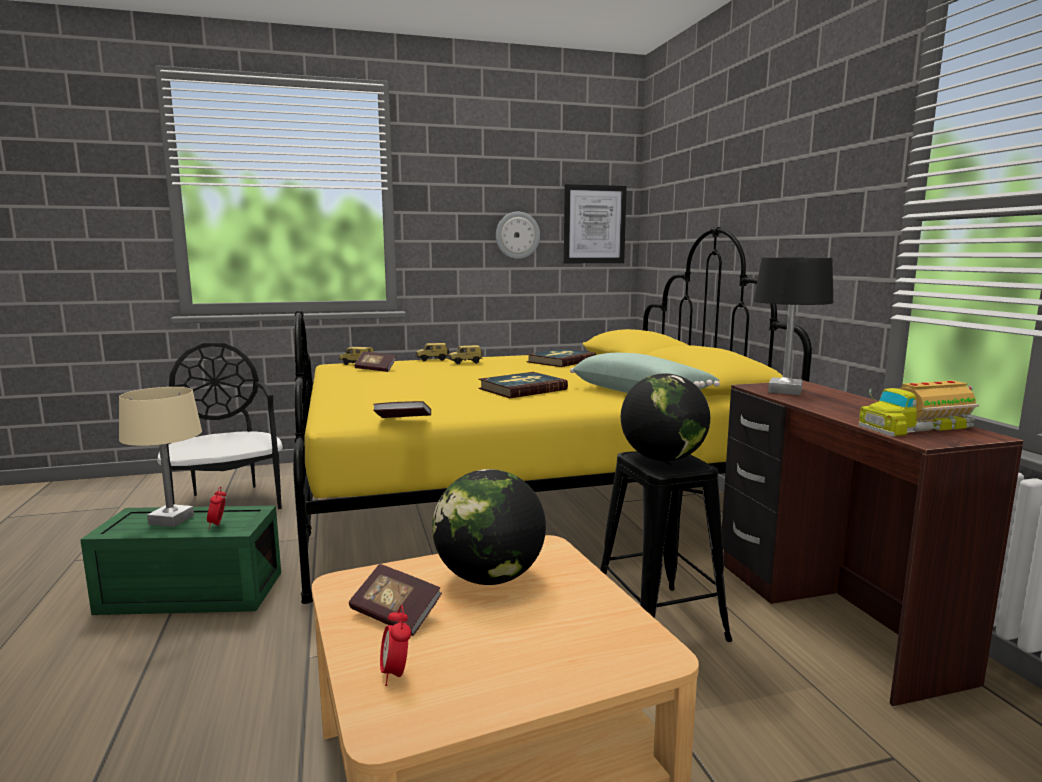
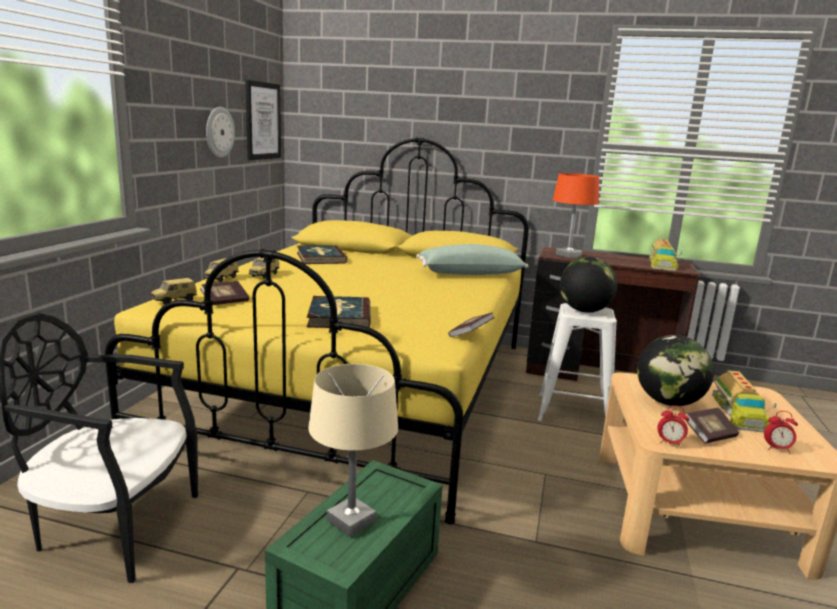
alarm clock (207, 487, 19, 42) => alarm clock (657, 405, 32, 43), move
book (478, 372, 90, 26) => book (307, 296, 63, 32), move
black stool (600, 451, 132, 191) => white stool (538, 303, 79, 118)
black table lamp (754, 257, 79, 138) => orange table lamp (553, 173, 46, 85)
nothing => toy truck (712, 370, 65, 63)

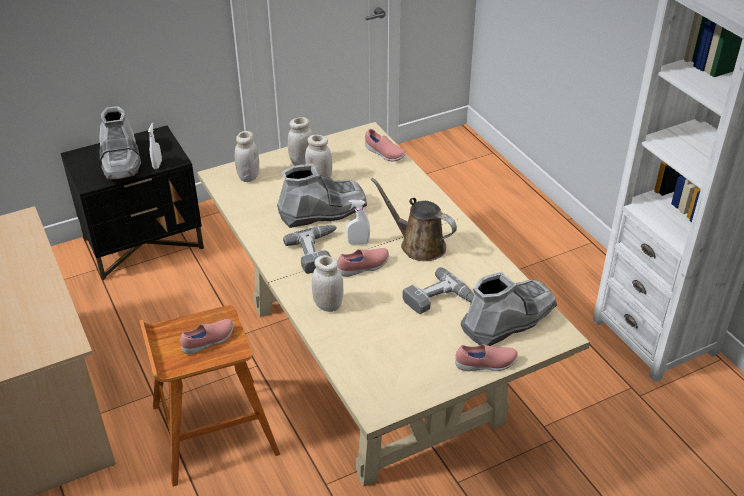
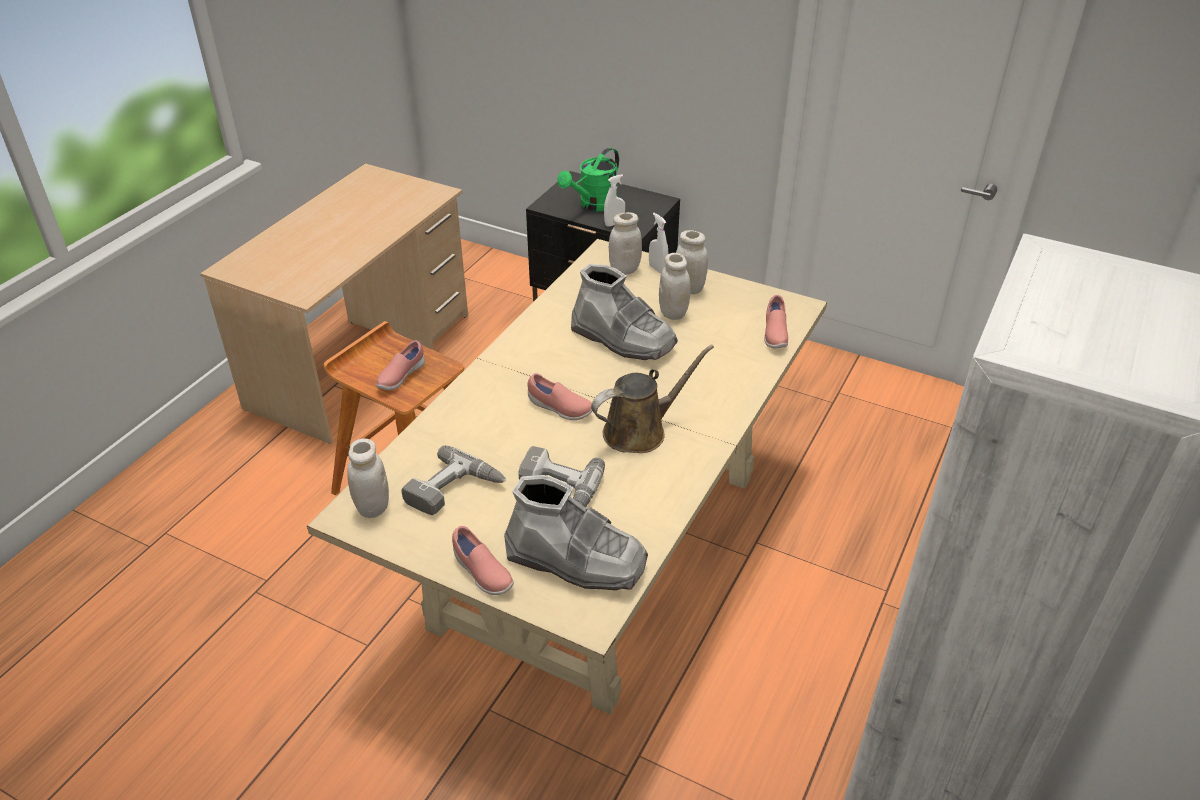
grey boot (99, 106, 42, 74) => green watering can (557, 148, 62, 63)
pink shoe (180, 319, 54, 35) => pink shoe (376, 340, 49, 50), 105 degrees clockwise
power drill (283, 225, 54, 49) => power drill (401, 445, 105, 70), move
white jar (312, 255, 32, 57) => white jar (347, 438, 42, 80), move
white spray bottle (346, 200, 24, 44) => white spray bottle (649, 213, 19, 61), move
brown watering can (371, 177, 86, 84) => brown watering can (591, 345, 123, 108), 60 degrees clockwise

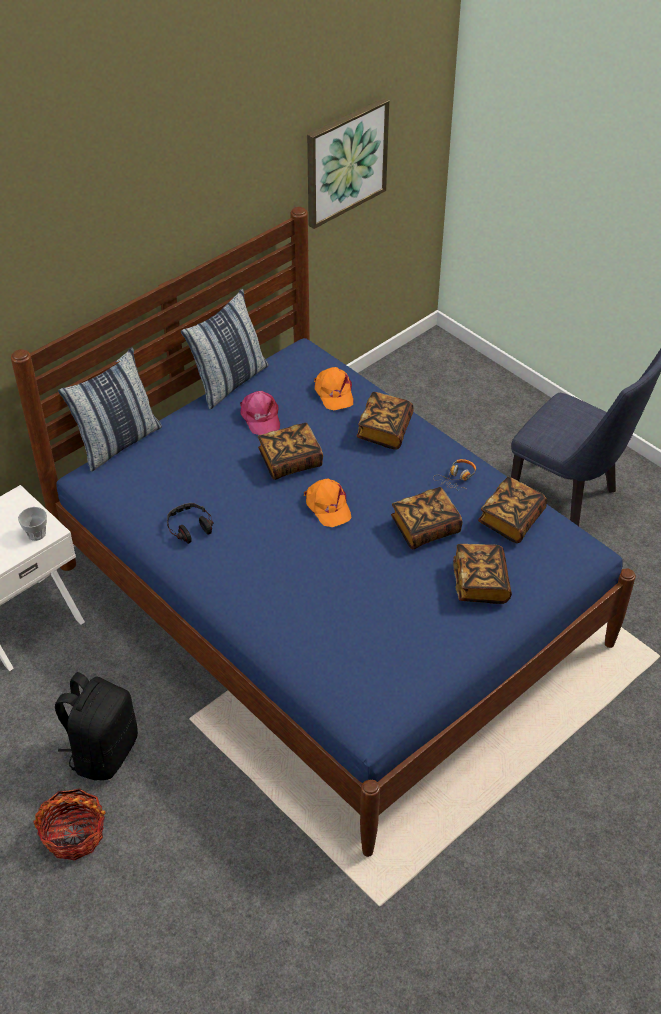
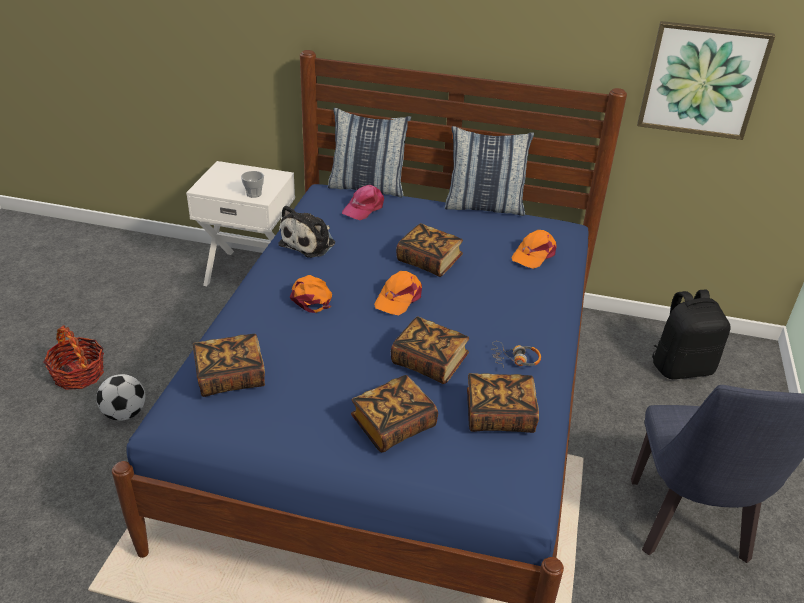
black backpack (55, 672, 83, 108) => black backpack (652, 289, 79, 90), move
headphones (167, 503, 47, 41) => plush toy (278, 205, 57, 53)
pink cap (240, 391, 40, 44) => pink cap (342, 185, 42, 35), move
book (357, 392, 56, 58) => book (193, 334, 72, 63), move
nothing => football (96, 374, 49, 47)
nothing => orange cap (290, 275, 42, 38)

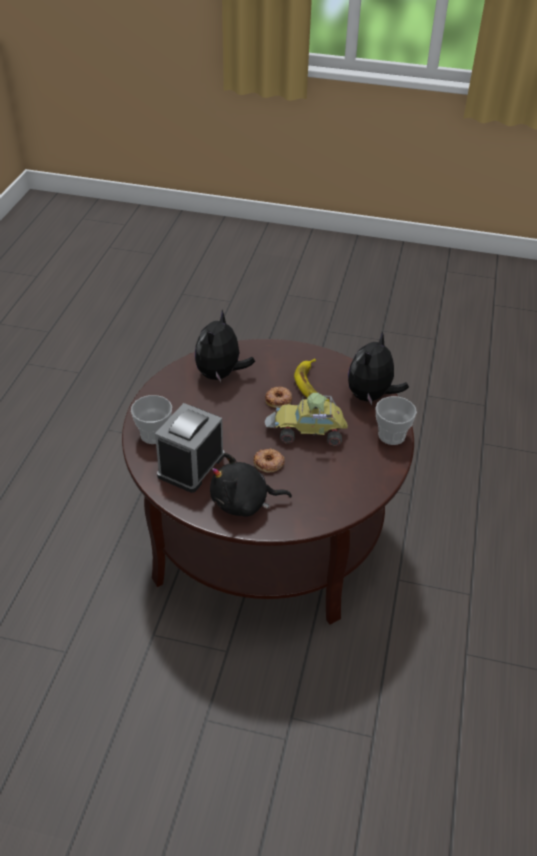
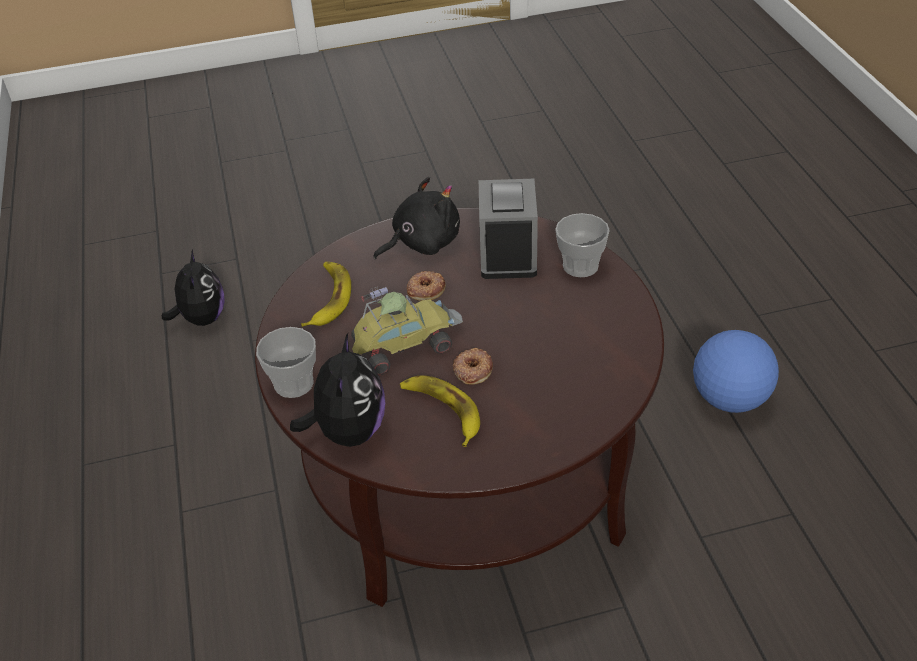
plush toy (195, 310, 60, 72) => plush toy (162, 249, 63, 77), move
nothing => banana (301, 262, 50, 65)
nothing => football (693, 330, 86, 83)

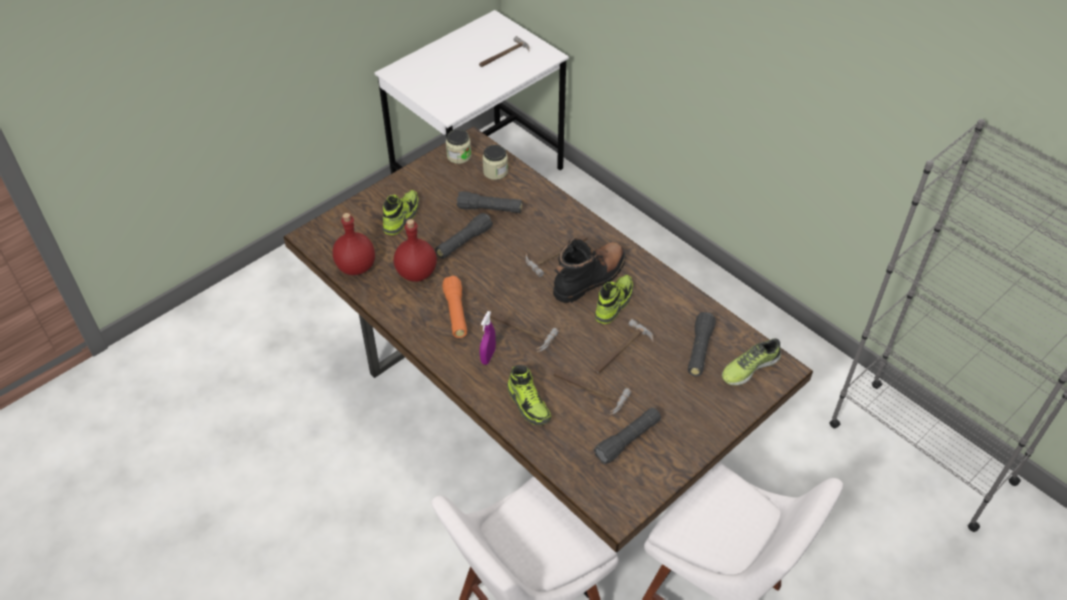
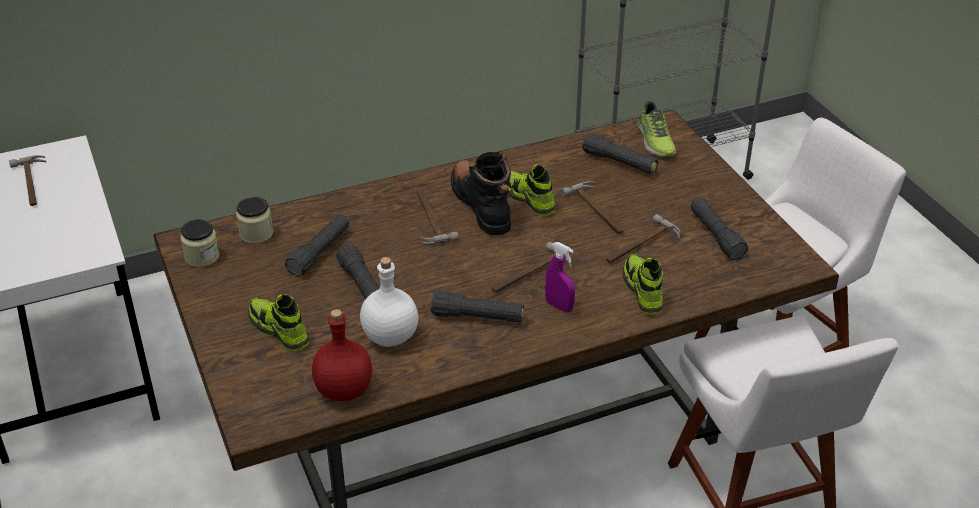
red bottle (394, 219, 43, 63) => white bottle (360, 257, 59, 90)
orange flashlight (442, 276, 25, 62) => black flashlight (431, 291, 93, 32)
shoe (507, 365, 45, 60) => shoe (623, 254, 40, 61), 90 degrees counterclockwise

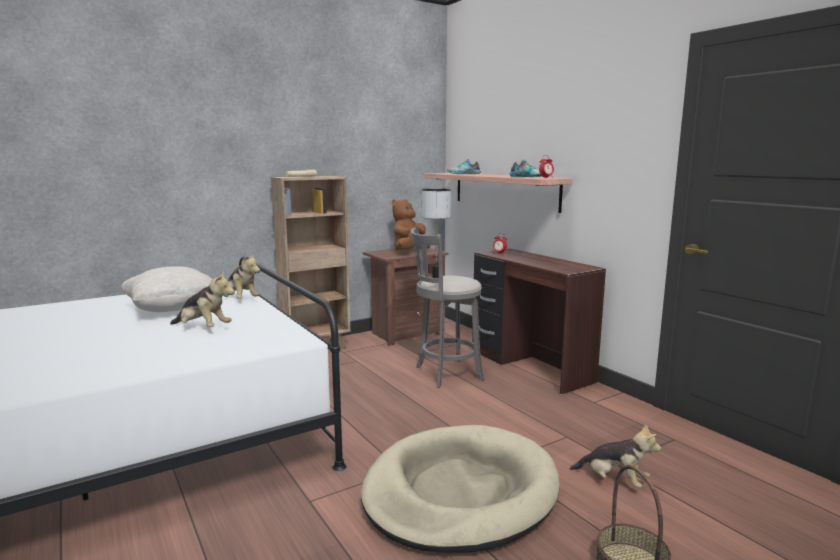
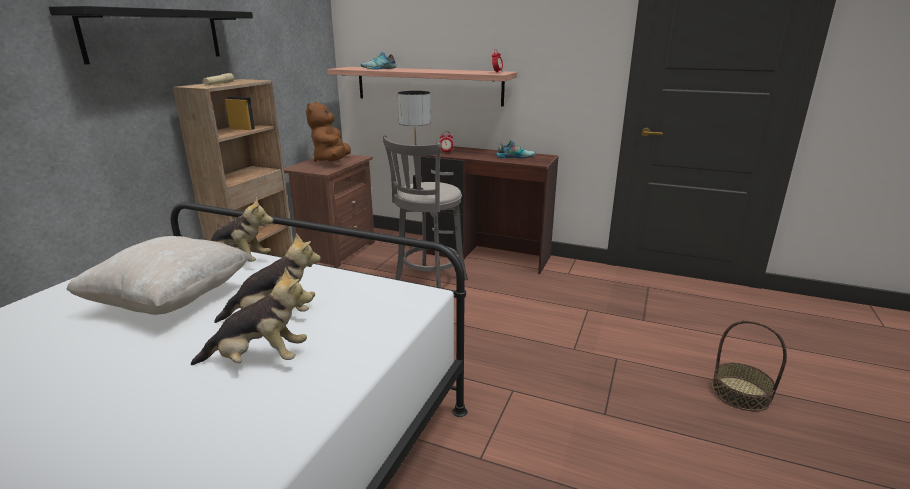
beige dog bed (361, 425, 199, 128) => nothing
shoe (510, 159, 32, 18) => shoe (496, 140, 39, 19), move
plush toy (570, 423, 91, 65) => plush toy (190, 268, 123, 97), move
nothing => black shelf (49, 6, 204, 58)

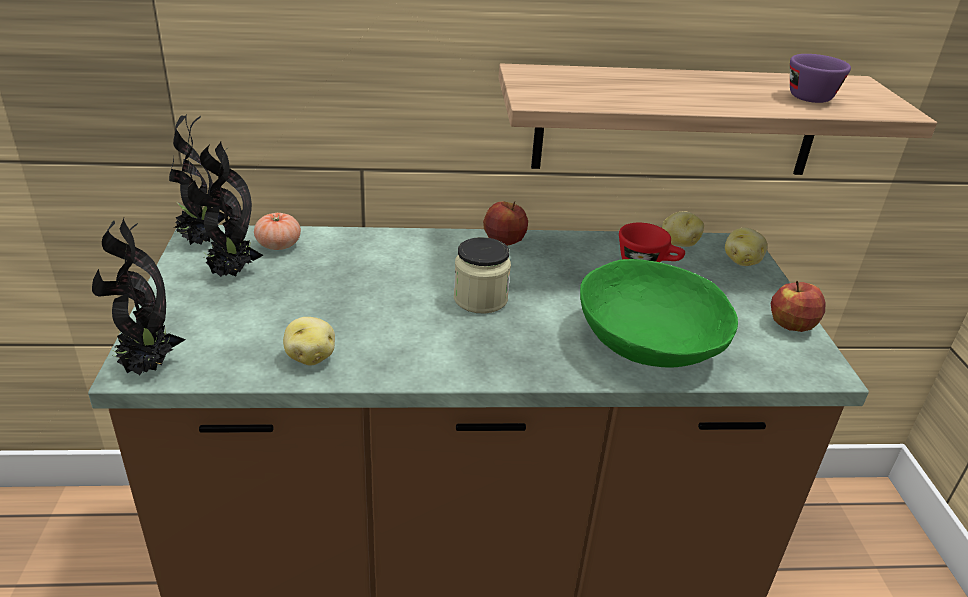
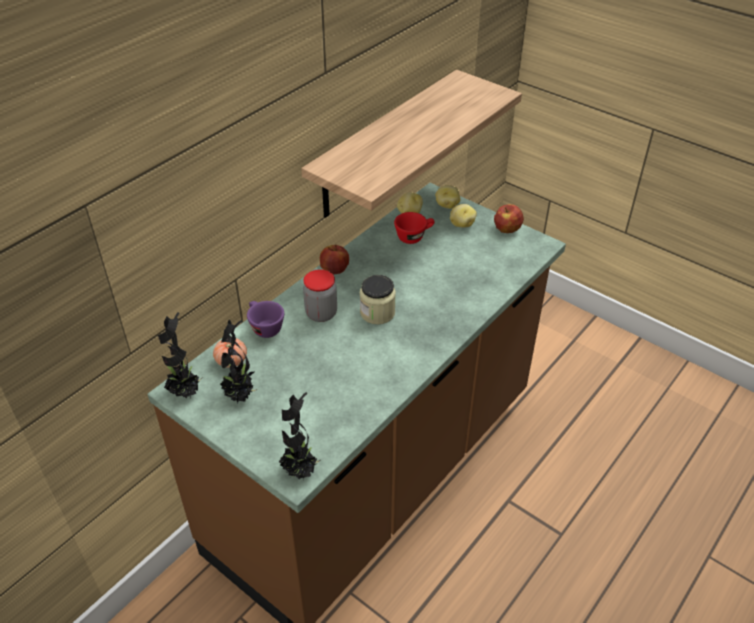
potato (283, 317, 52, 48) => potato (450, 204, 27, 24), move
green bowl (580, 259, 158, 109) => nothing
purple cup (790, 54, 61, 49) => purple cup (247, 301, 37, 37), move
nothing => jar (303, 269, 34, 53)

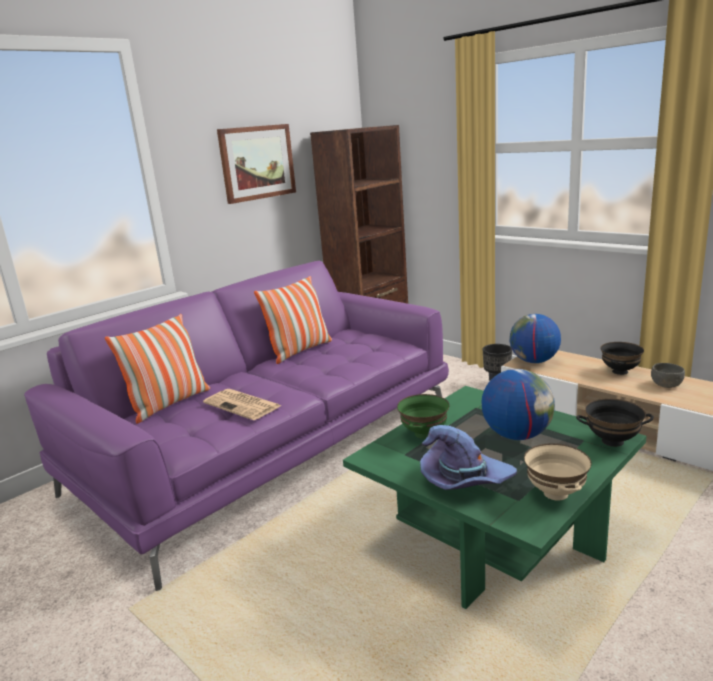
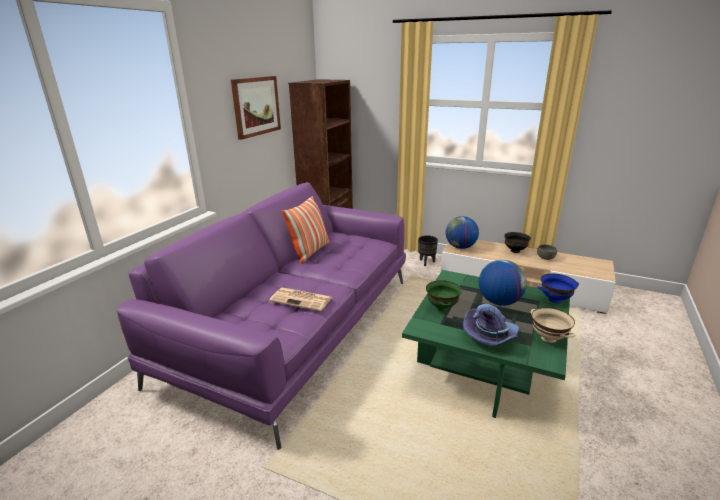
pillow (105, 314, 105, 110) => nothing
black bowl (576, 398, 78, 49) => blue bowl (537, 273, 42, 30)

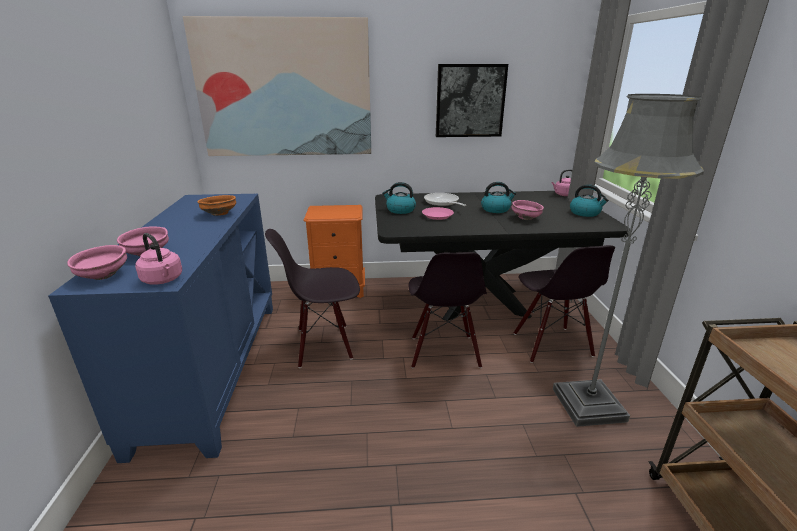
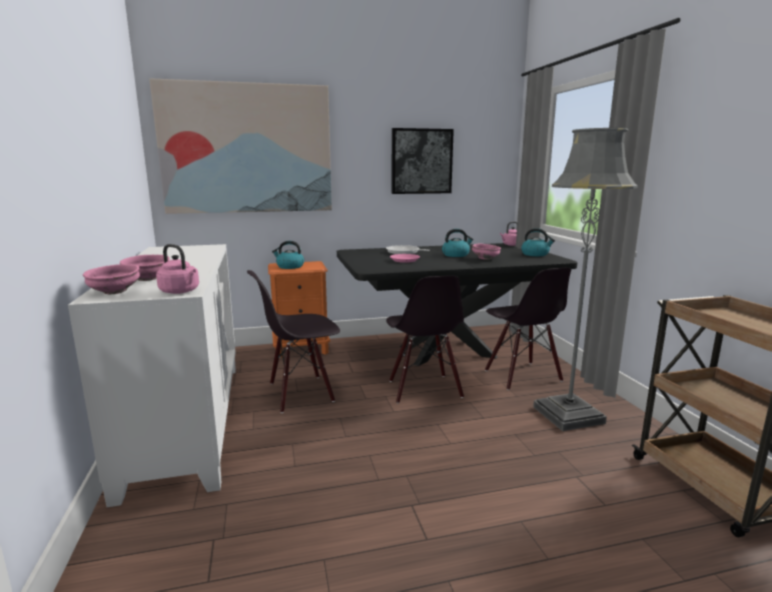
blue cabinet (48, 194, 225, 269) => white cabinet (68, 244, 168, 263)
orange bowl (197, 195, 39, 21) => nothing
kettle (382, 182, 34, 32) => kettle (272, 241, 32, 28), move

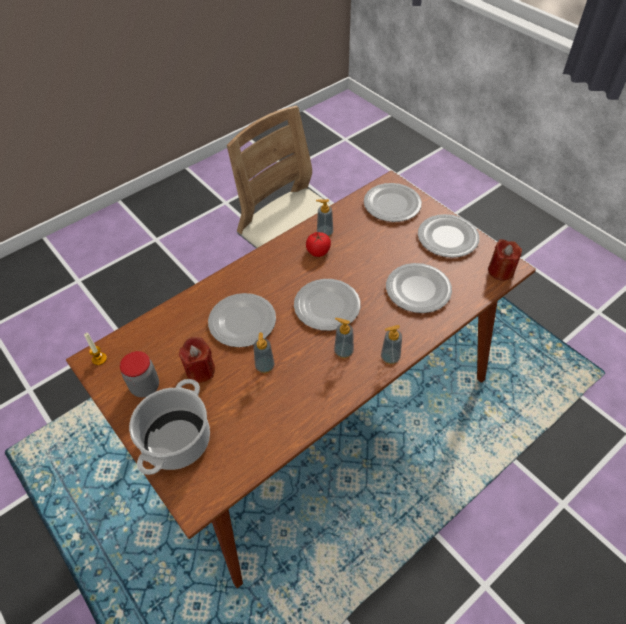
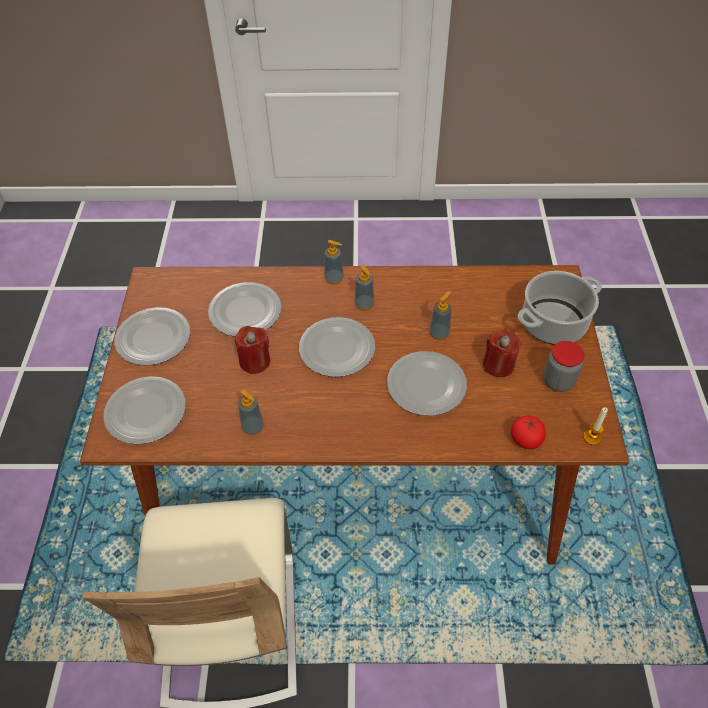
tomato (306, 232, 25, 25) => tomato (511, 415, 35, 34), move
red candle (488, 239, 34, 42) => red candle (235, 326, 35, 48), move

